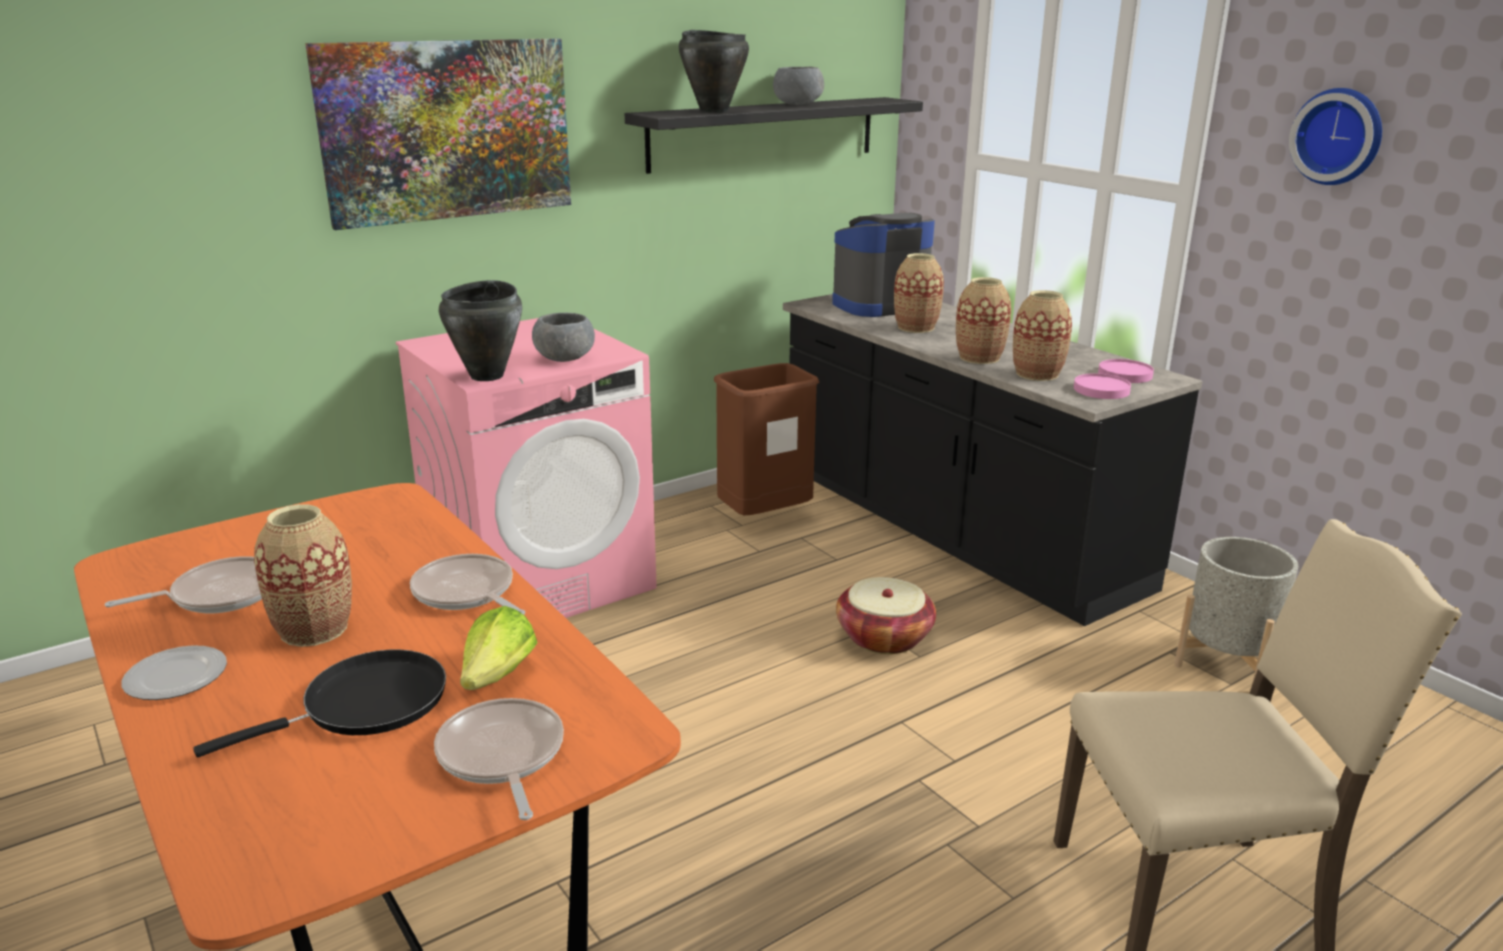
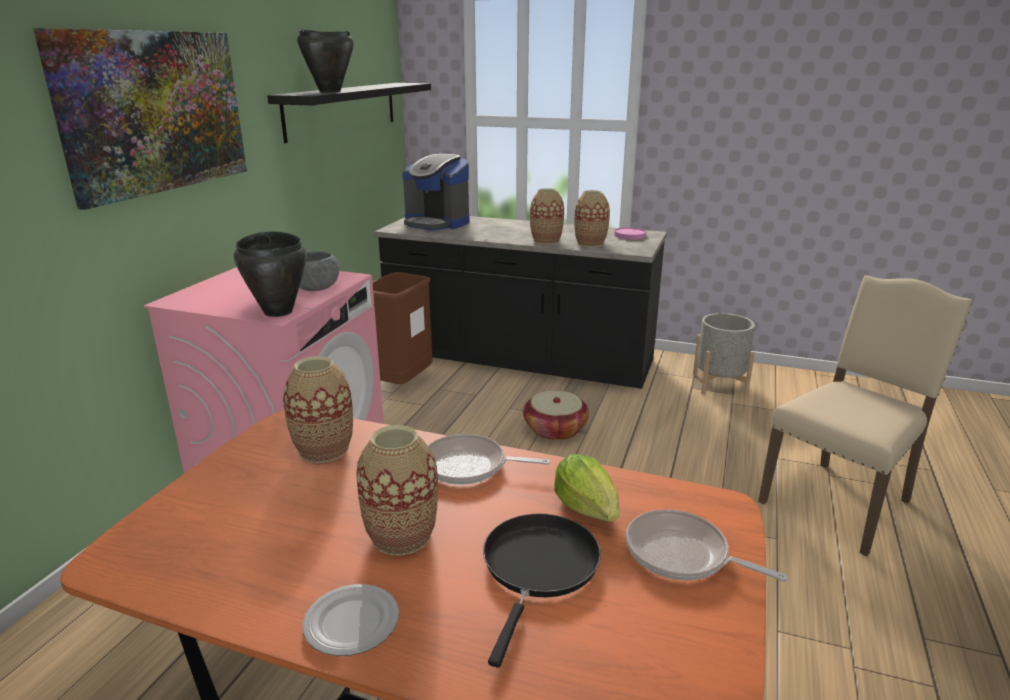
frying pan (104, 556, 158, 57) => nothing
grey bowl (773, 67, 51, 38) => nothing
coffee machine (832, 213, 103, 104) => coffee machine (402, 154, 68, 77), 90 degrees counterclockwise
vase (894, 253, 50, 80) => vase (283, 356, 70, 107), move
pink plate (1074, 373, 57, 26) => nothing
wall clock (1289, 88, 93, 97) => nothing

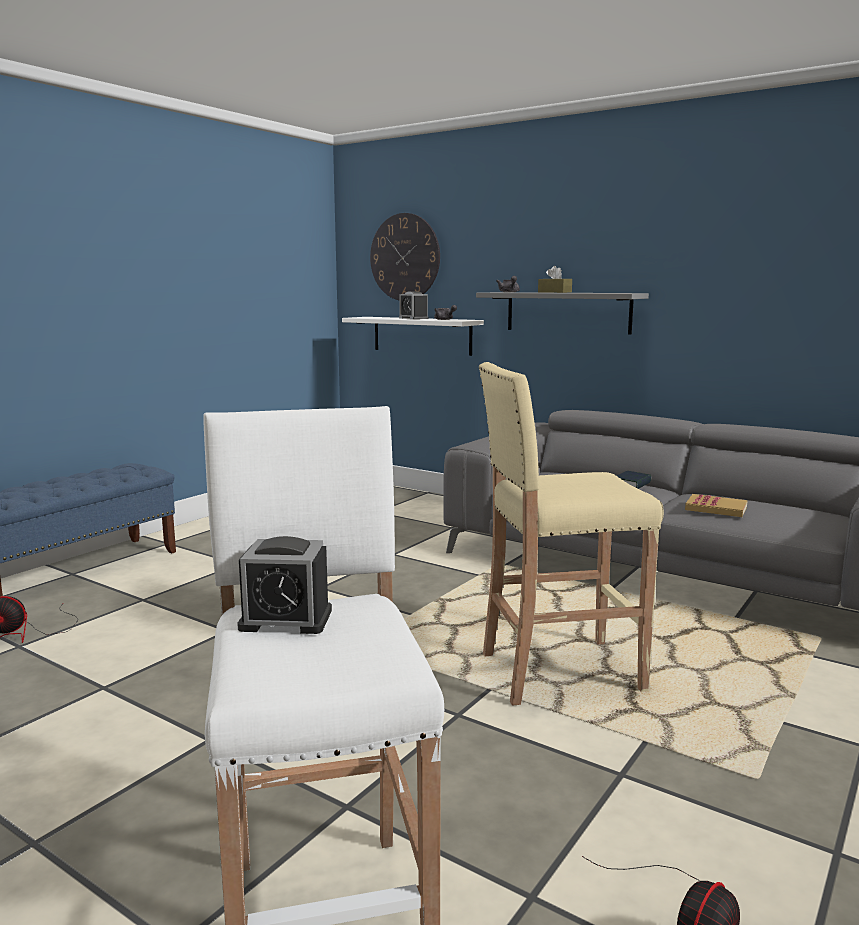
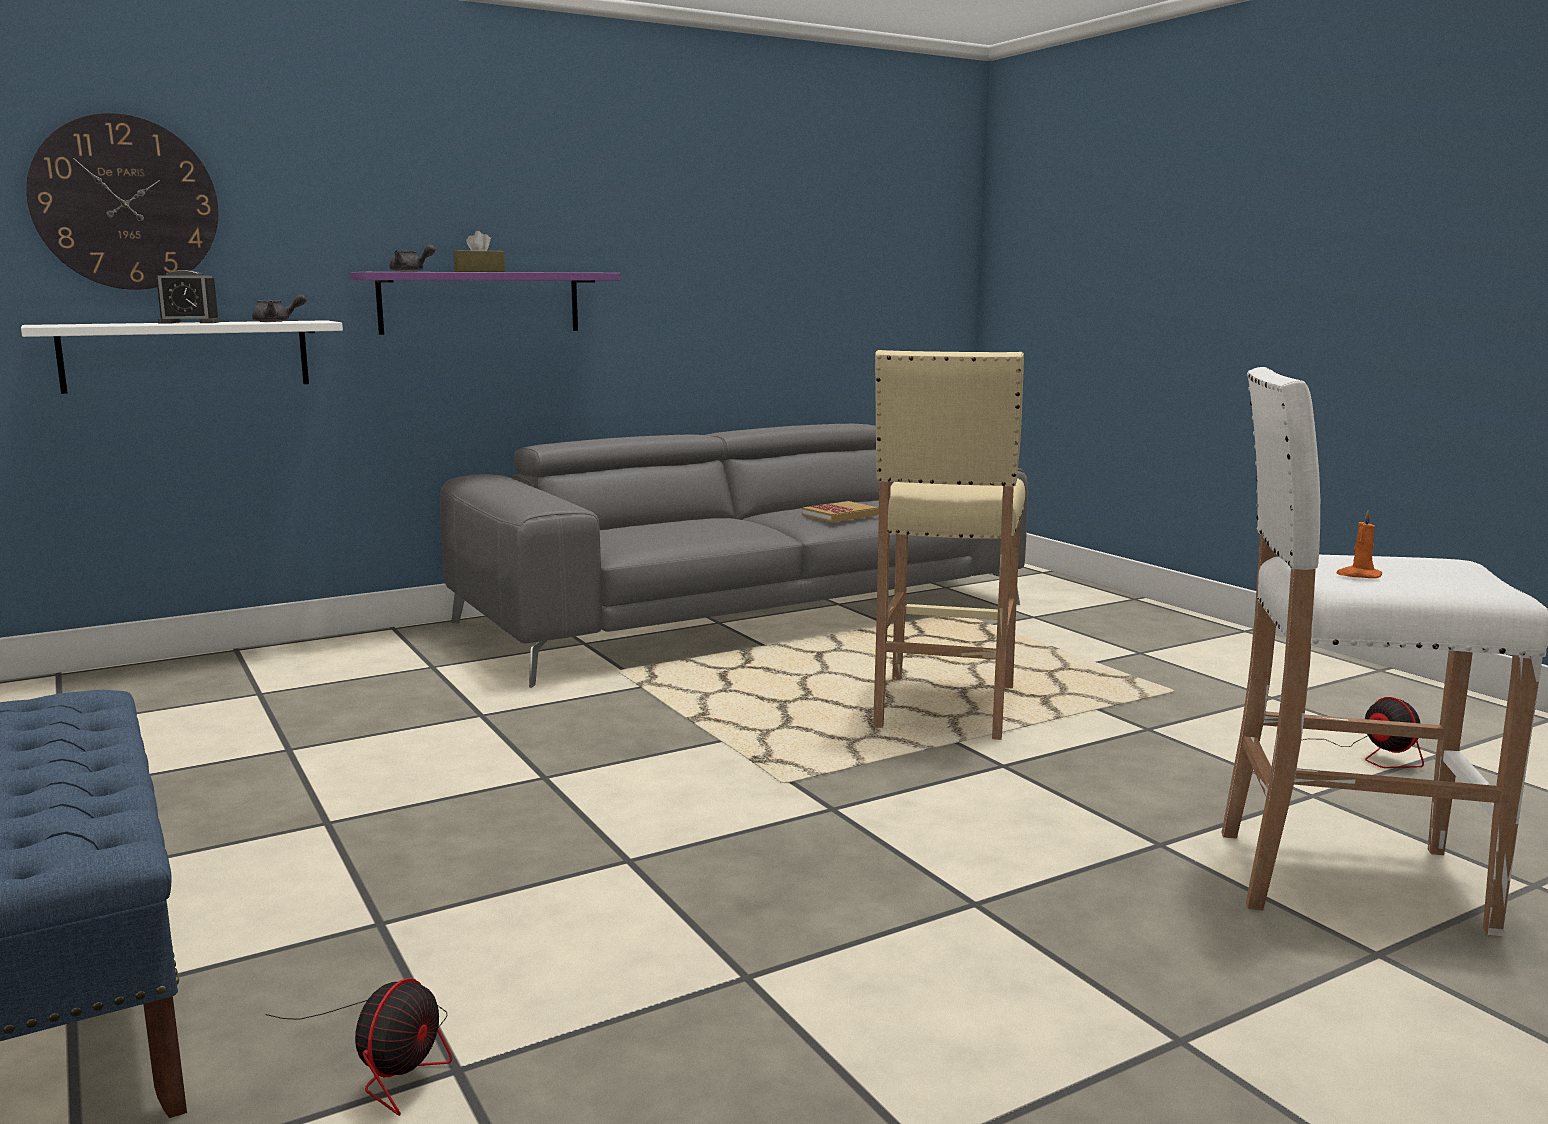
alarm clock (237, 536, 95, 98) => orange candle (1336, 510, 46, 68)
grey shelf (476, 292, 173, 42) => purple shelf (351, 272, 269, 63)
book (617, 471, 34, 18) => nothing

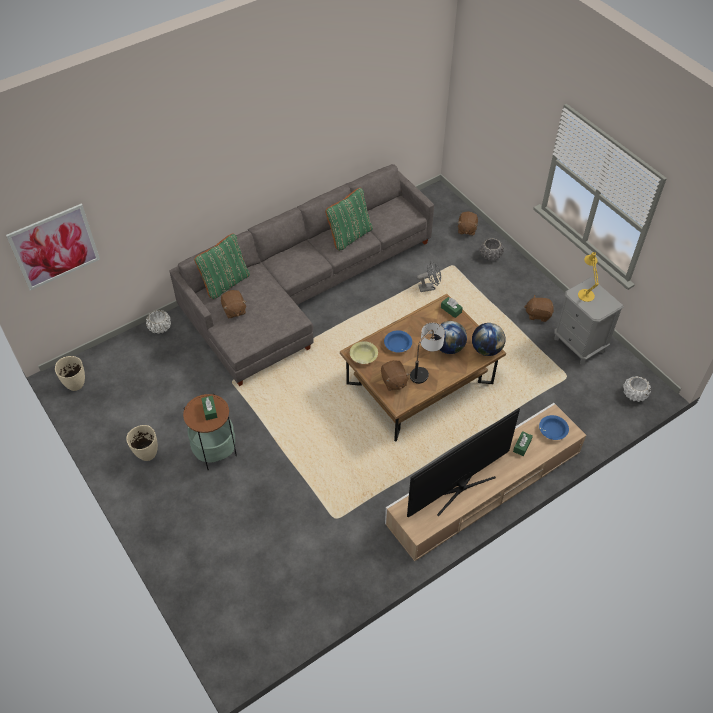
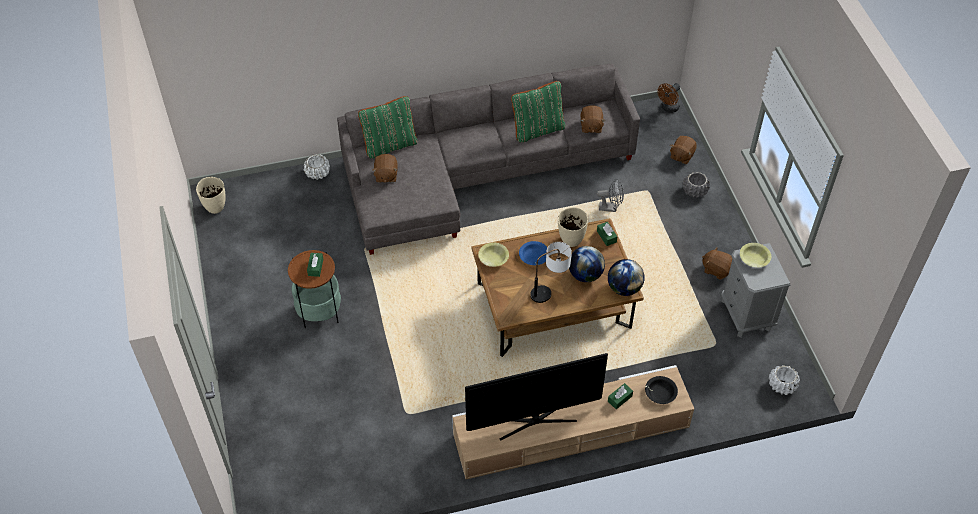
picture (6, 204, 94, 86) => nothing
beige vase (126, 425, 32, 36) => beige vase (558, 207, 30, 40), move
brown plush toy (381, 360, 29, 31) => brown plush toy (580, 105, 26, 28), move
blue bowl (539, 415, 30, 25) => black bowl (645, 376, 33, 28)
yellow table lamp (578, 252, 21, 50) => yellow bowl (740, 243, 31, 25)
nothing => brown fan (657, 83, 23, 30)

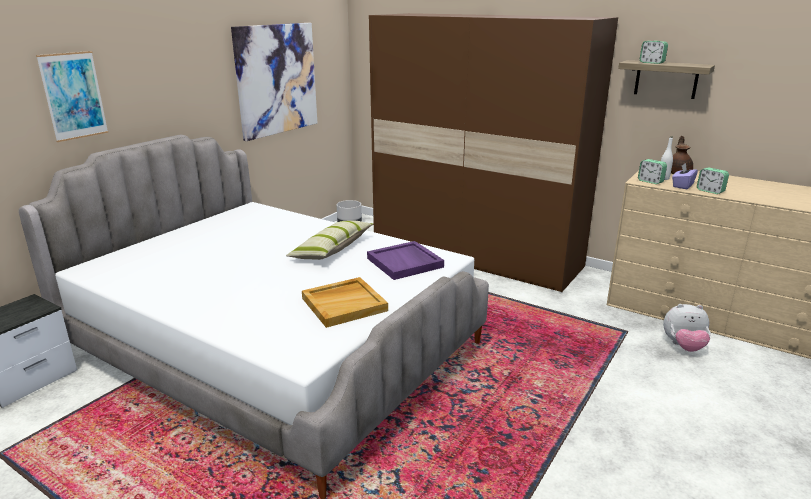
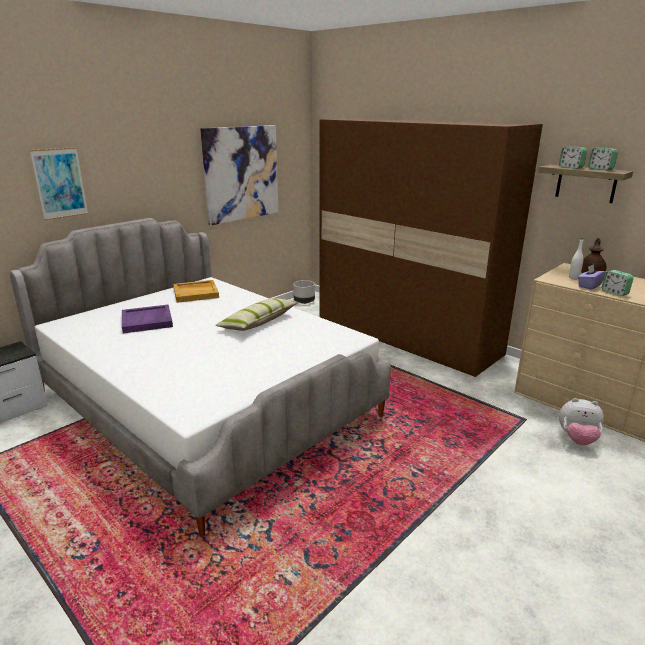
beige tray (302, 277, 86, 51) => beige tray (173, 280, 46, 23), move
purple tray (367, 241, 77, 39) => purple tray (122, 304, 51, 29), move
alarm clock (638, 159, 29, 25) => alarm clock (588, 148, 30, 22), move

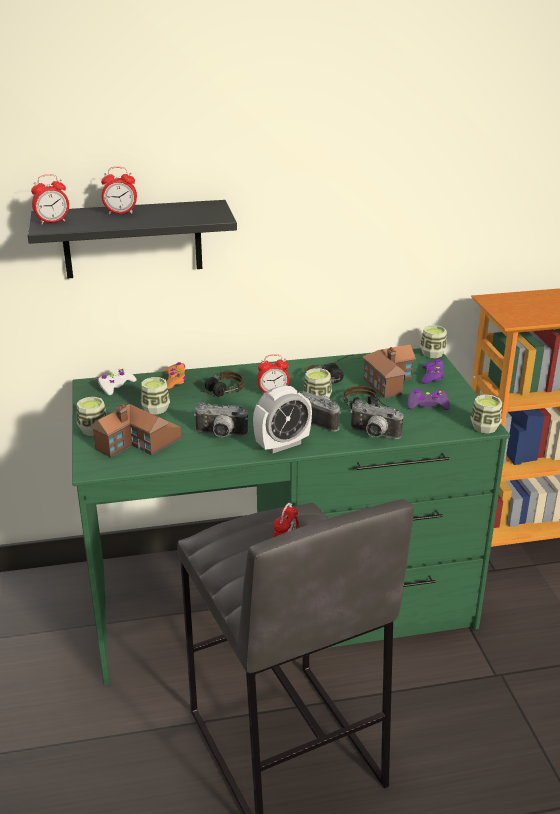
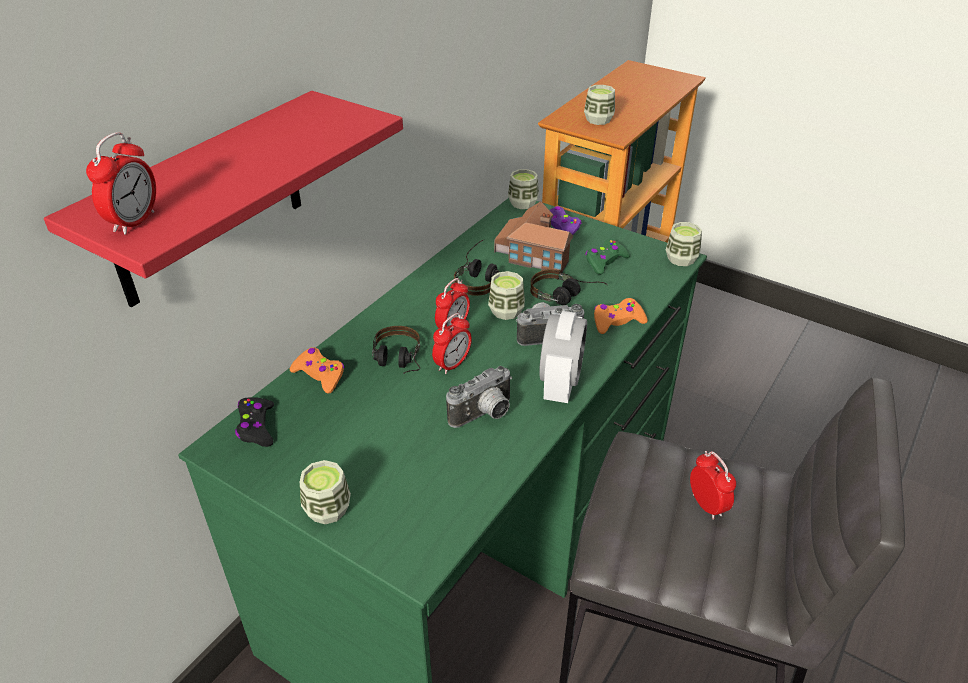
black shelf (28, 200, 209, 79) => red shelf (44, 91, 359, 216)
toy house (90, 404, 91, 53) => nothing
white game controller (97, 368, 39, 27) => black game controller (235, 397, 39, 50)
alarm clock (101, 167, 36, 47) => alarm clock (432, 313, 40, 61), move
cup (141, 377, 29, 37) => cup (584, 85, 31, 40), move
photo camera (350, 400, 53, 39) => orange game controller (594, 298, 54, 36)
purple game controller (408, 389, 42, 21) => green game controller (585, 239, 45, 36)

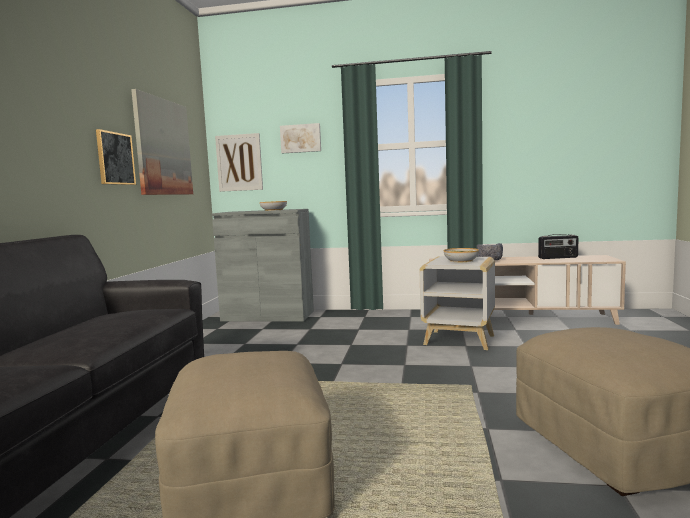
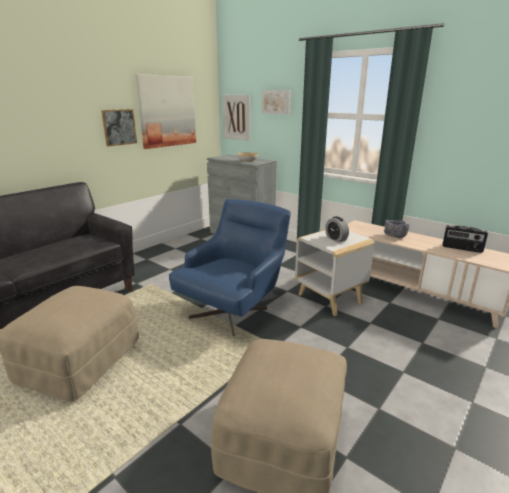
bowl (444, 248, 35, 14) => alarm clock (325, 216, 24, 26)
nothing => blue armchair (169, 199, 122, 137)

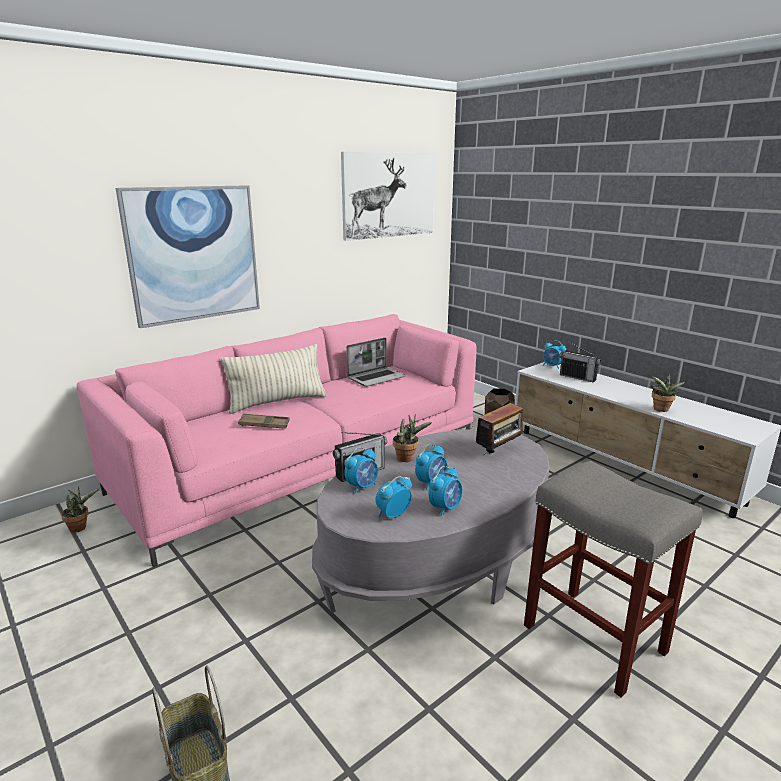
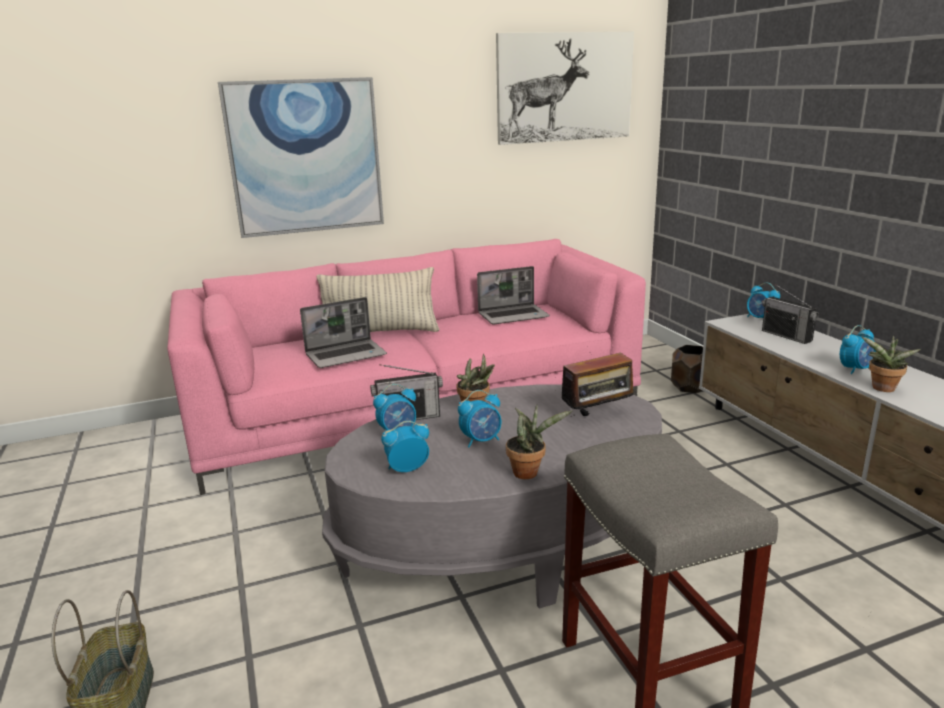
potted plant (61, 487, 38, 45) => potted plant (506, 404, 66, 75), move
brown tray (238, 414, 52, 14) => laptop (300, 297, 87, 71)
alarm clock (429, 466, 33, 51) => alarm clock (840, 325, 37, 49), move

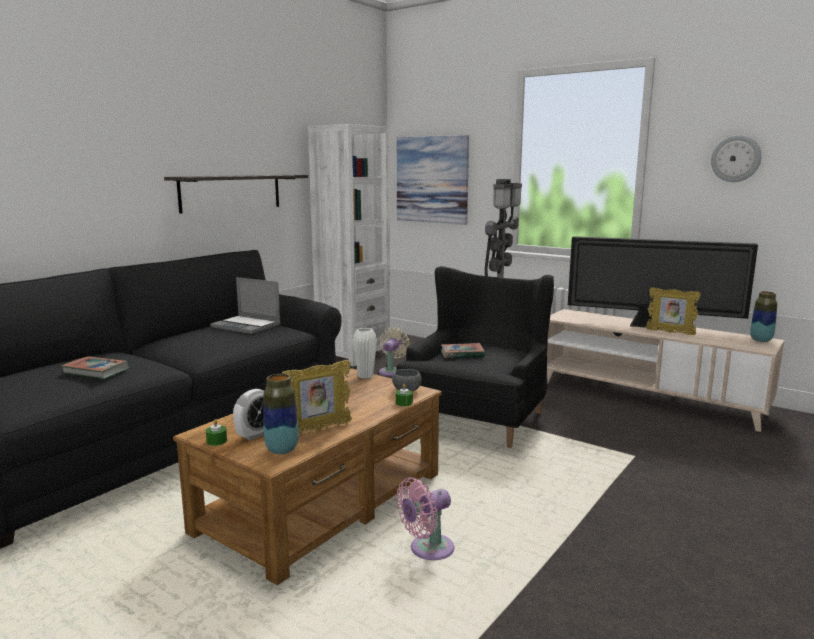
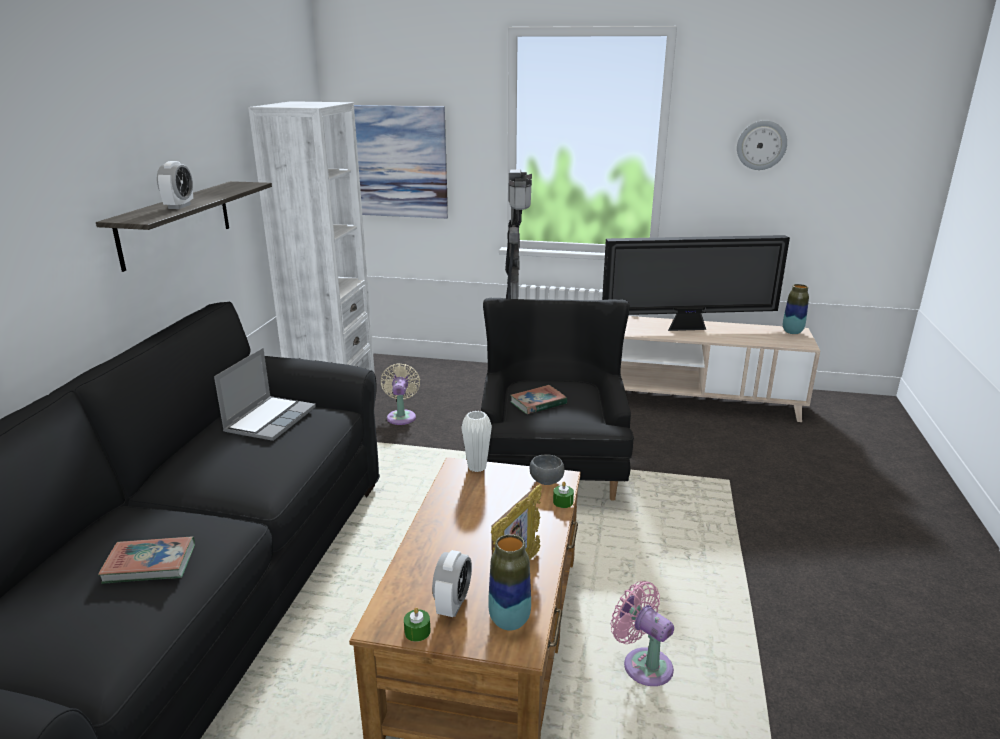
laptop (210, 277, 71, 57) => laptop (214, 348, 102, 93), 75 degrees counterclockwise
pink fan (396, 477, 58, 83) => pink fan (611, 581, 63, 105), 105 degrees clockwise
picture frame (646, 288, 55, 47) => nothing
nothing => alarm clock (157, 161, 36, 48)

